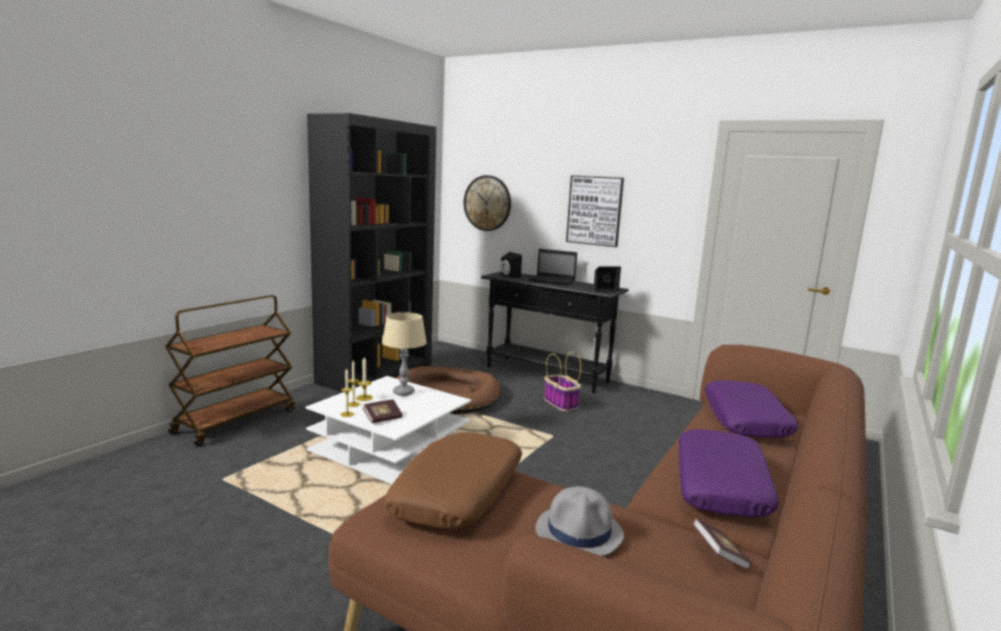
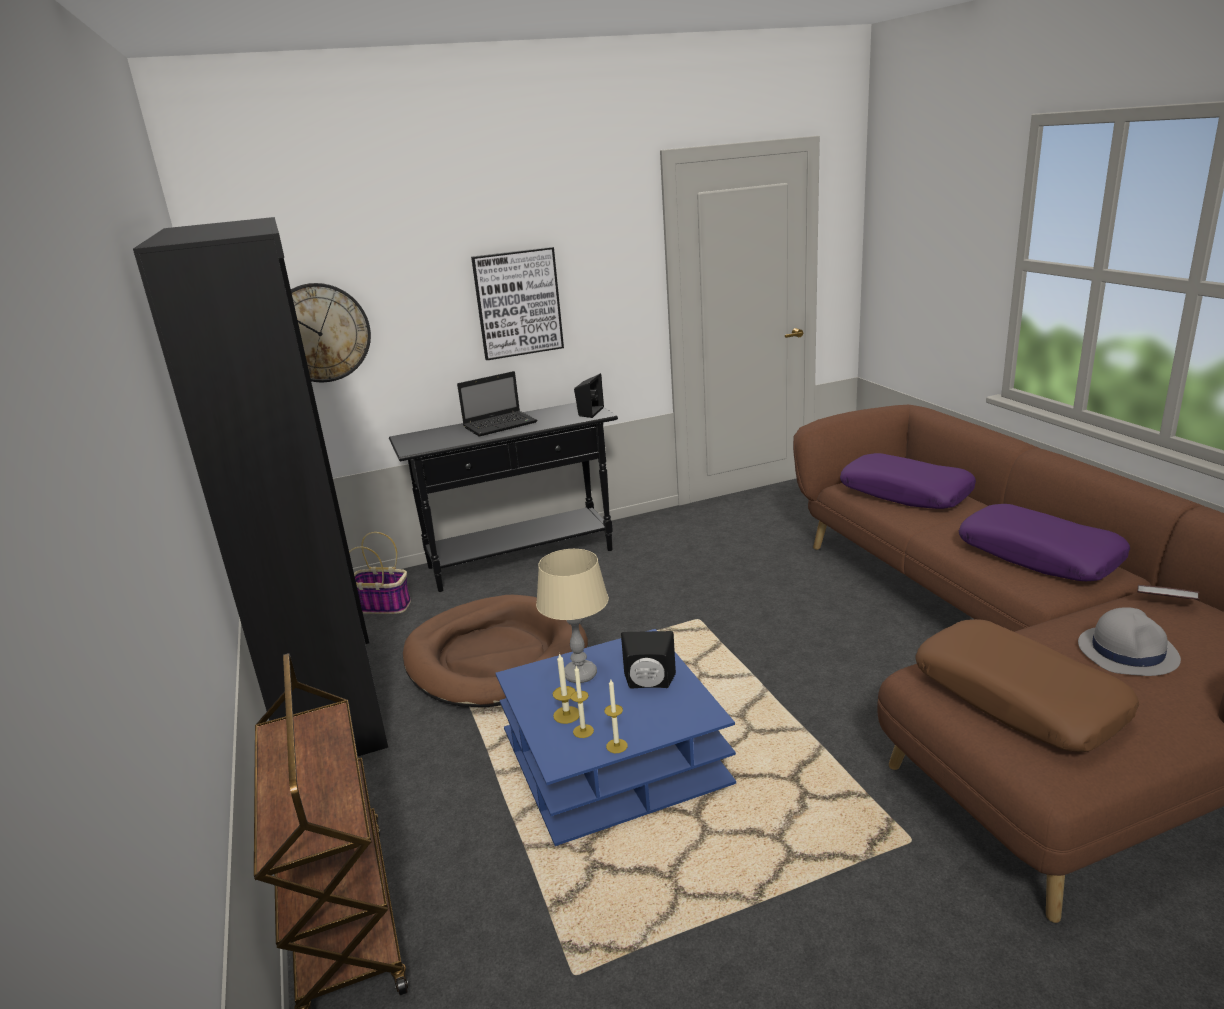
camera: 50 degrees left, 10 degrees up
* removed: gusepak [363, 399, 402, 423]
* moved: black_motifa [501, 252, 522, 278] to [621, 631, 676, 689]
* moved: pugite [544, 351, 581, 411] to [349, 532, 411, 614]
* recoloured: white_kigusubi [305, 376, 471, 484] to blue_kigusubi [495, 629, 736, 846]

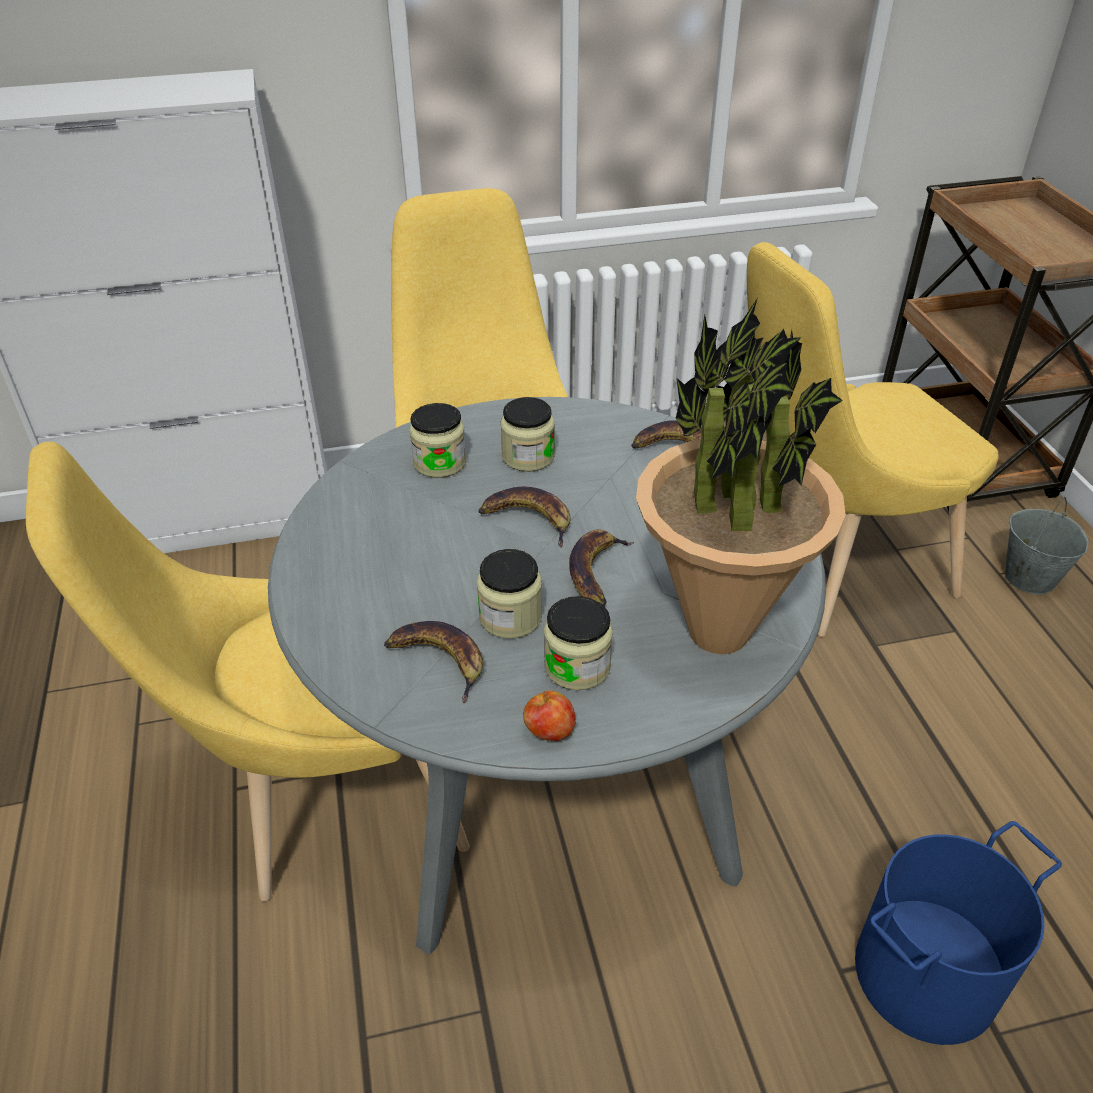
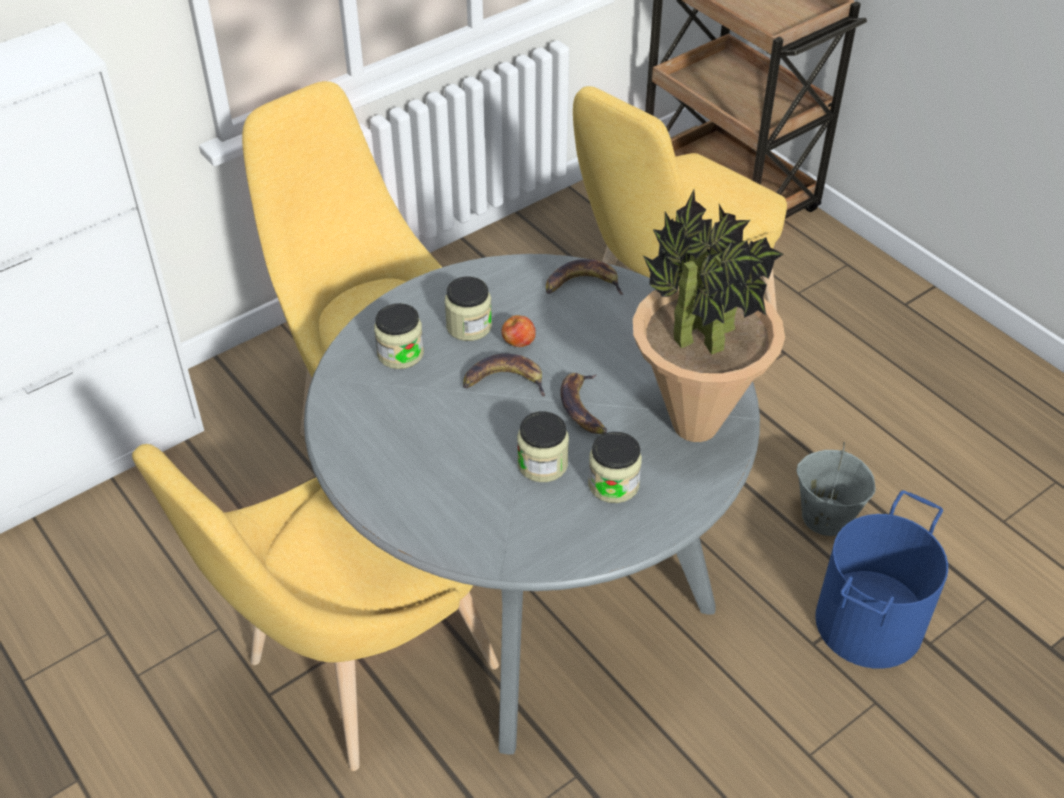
camera: 25 degrees left, 5 degrees up
* removed: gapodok [384, 621, 483, 703]
* moved: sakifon [523, 691, 576, 741] to [502, 315, 536, 347]
* moved: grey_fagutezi [1005, 497, 1089, 594] to [796, 442, 876, 536]

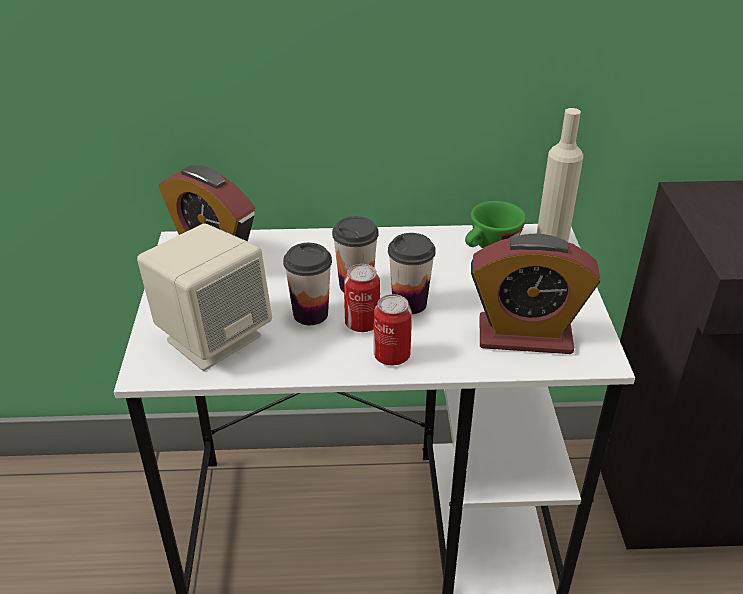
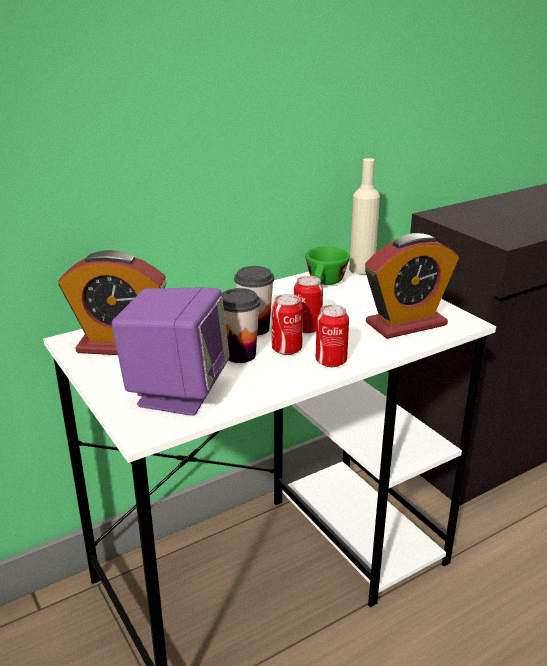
camera: 30 degrees left, 10 degrees down
* replaced: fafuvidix [388, 233, 436, 314] to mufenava [294, 276, 323, 333]
* recoloured: beige_motifa [137, 223, 272, 371] to purple_motifa [112, 288, 230, 416]

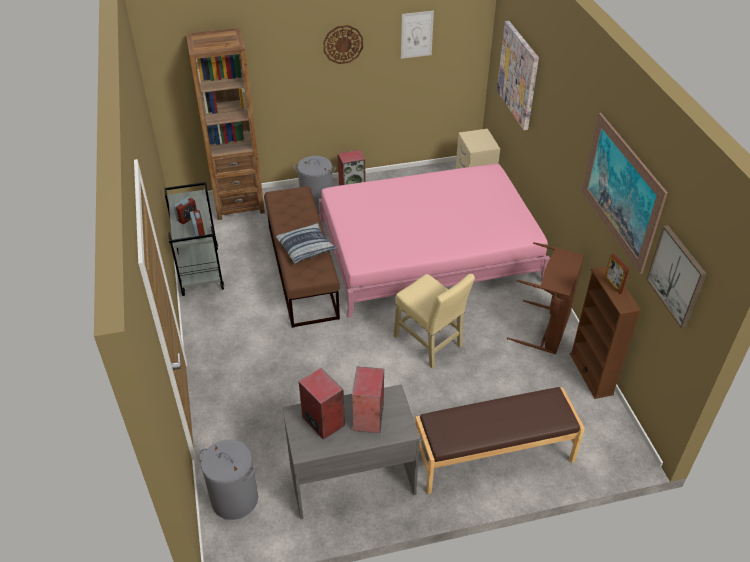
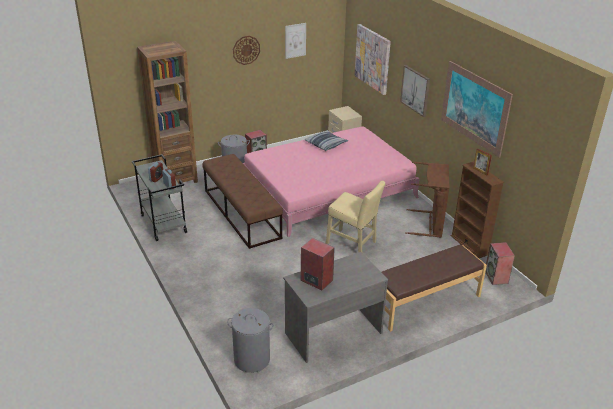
camera: 15 degrees left, 10 degrees down
* moved: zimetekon [276, 223, 337, 264] to [305, 130, 348, 151]
* moved: motifa [352, 366, 384, 433] to [485, 242, 515, 285]
* moved: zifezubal [646, 225, 707, 328] to [400, 65, 430, 117]

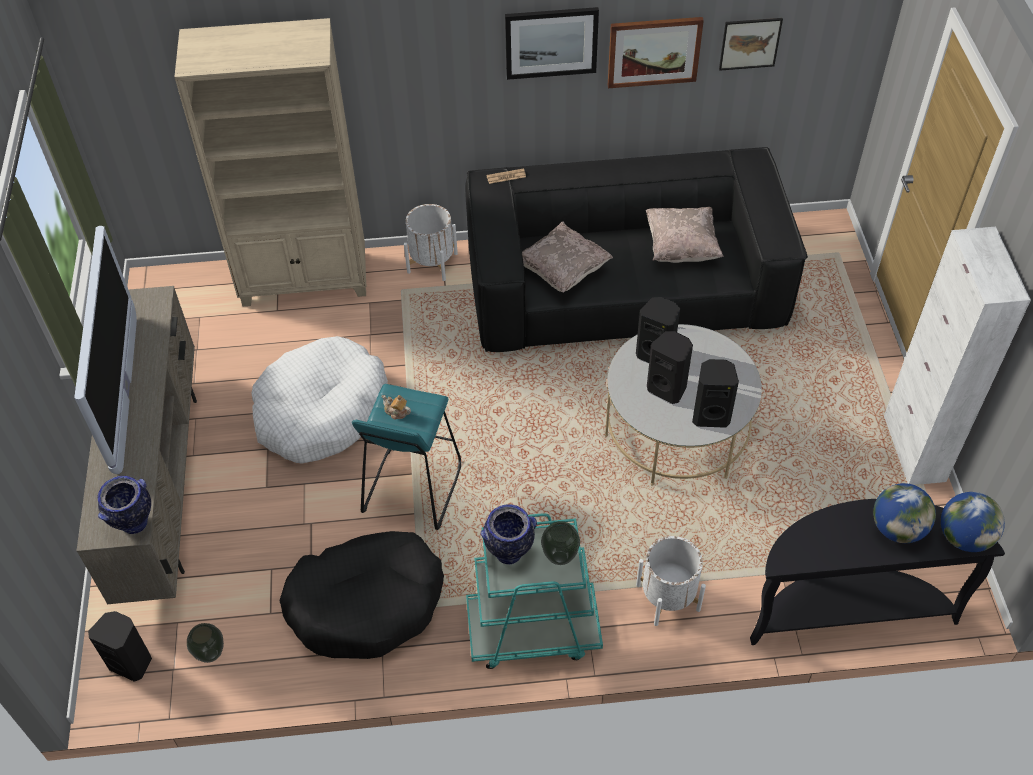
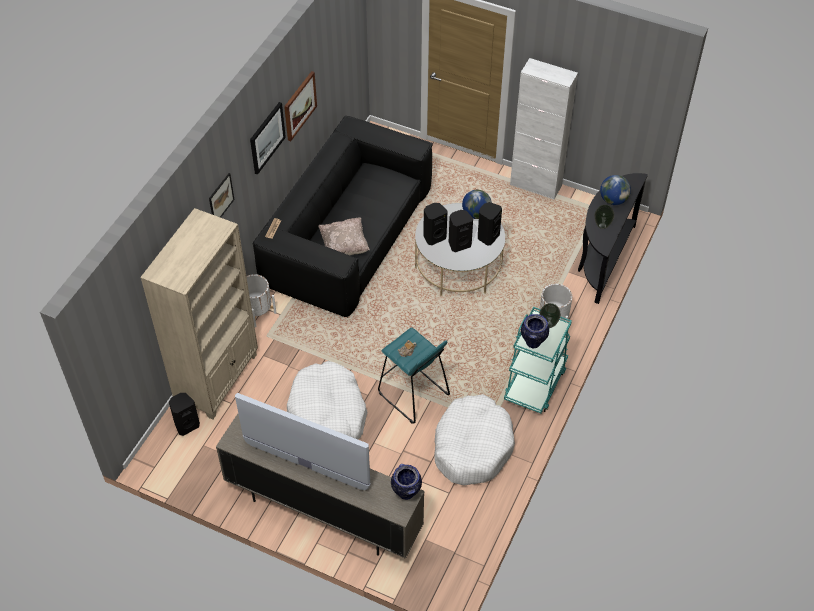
camera: 60 degrees left, 0 degrees up
* removed: beige_zimetekon [646, 207, 724, 263]
* moved: black_motifa [88, 611, 152, 682] to [169, 393, 200, 436]
* moved: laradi [187, 623, 224, 663] to [594, 205, 614, 229]
* moved: zifezubal [719, 18, 783, 71] to [209, 173, 235, 218]
* moved: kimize [941, 492, 1005, 552] to [462, 190, 492, 219]
* recoloured: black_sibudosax [280, 531, 444, 659] to white_sibudosax [434, 394, 515, 485]

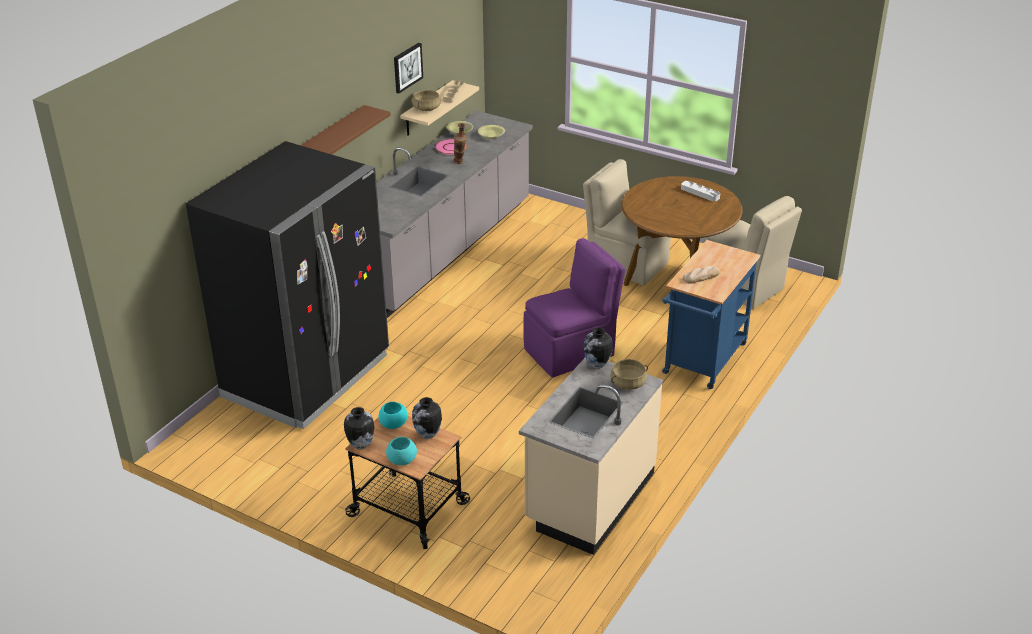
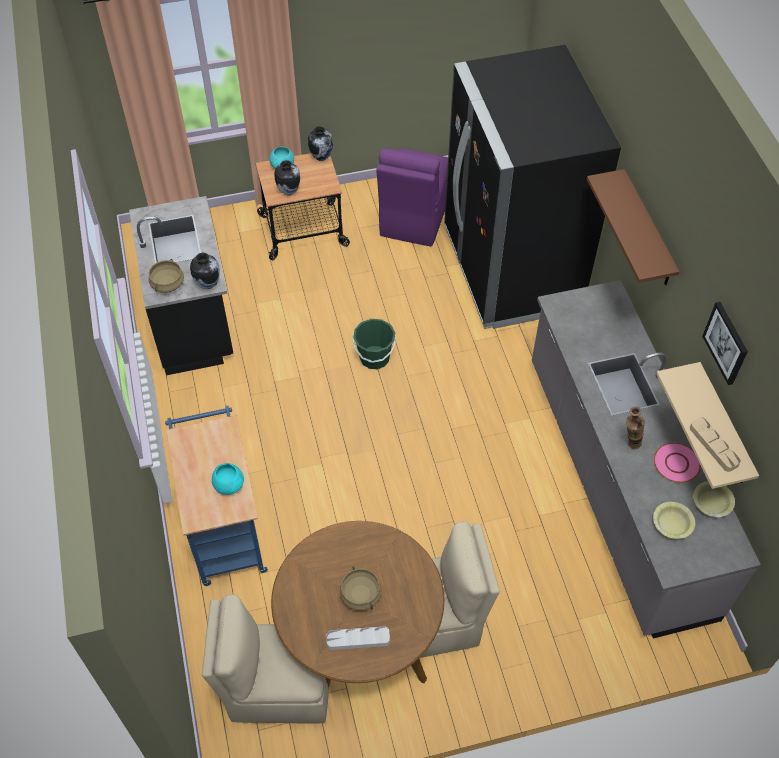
camera: 135 degrees right, 20 degrees up
* removed: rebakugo [683, 265, 720, 284]
* added: green_fagutezi [352, 319, 396, 369]
* moved: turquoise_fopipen [379, 402, 408, 429] to [212, 463, 244, 495]
* moved: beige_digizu [412, 90, 441, 111] to [340, 566, 382, 611]
* moved: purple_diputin [523, 238, 626, 377] to [376, 149, 448, 247]
* recoloured: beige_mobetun [519, 357, 663, 555] to black_mobetun [129, 196, 233, 375]

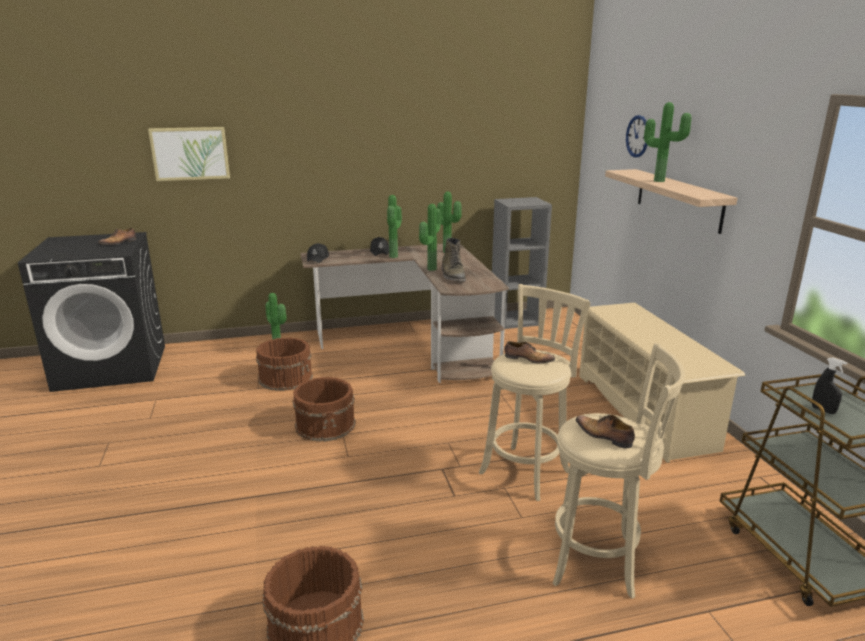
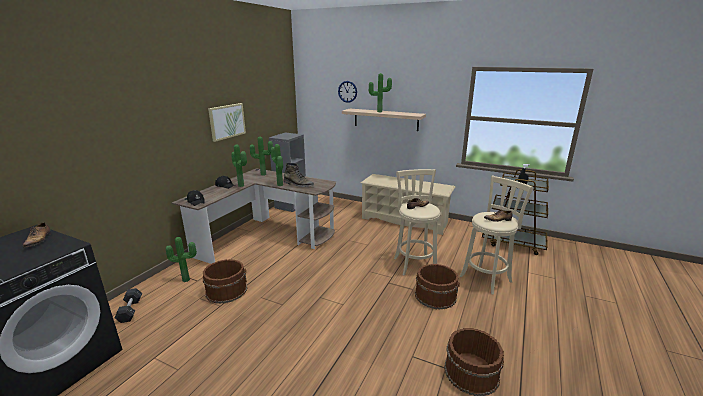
camera: 50 degrees left, 0 degrees up
* added: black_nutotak [114, 288, 142, 323]
* moved: zifezubal [148, 127, 230, 181] to [208, 103, 246, 142]
* moved: brown_fagutezi [292, 377, 356, 442] to [415, 264, 460, 309]

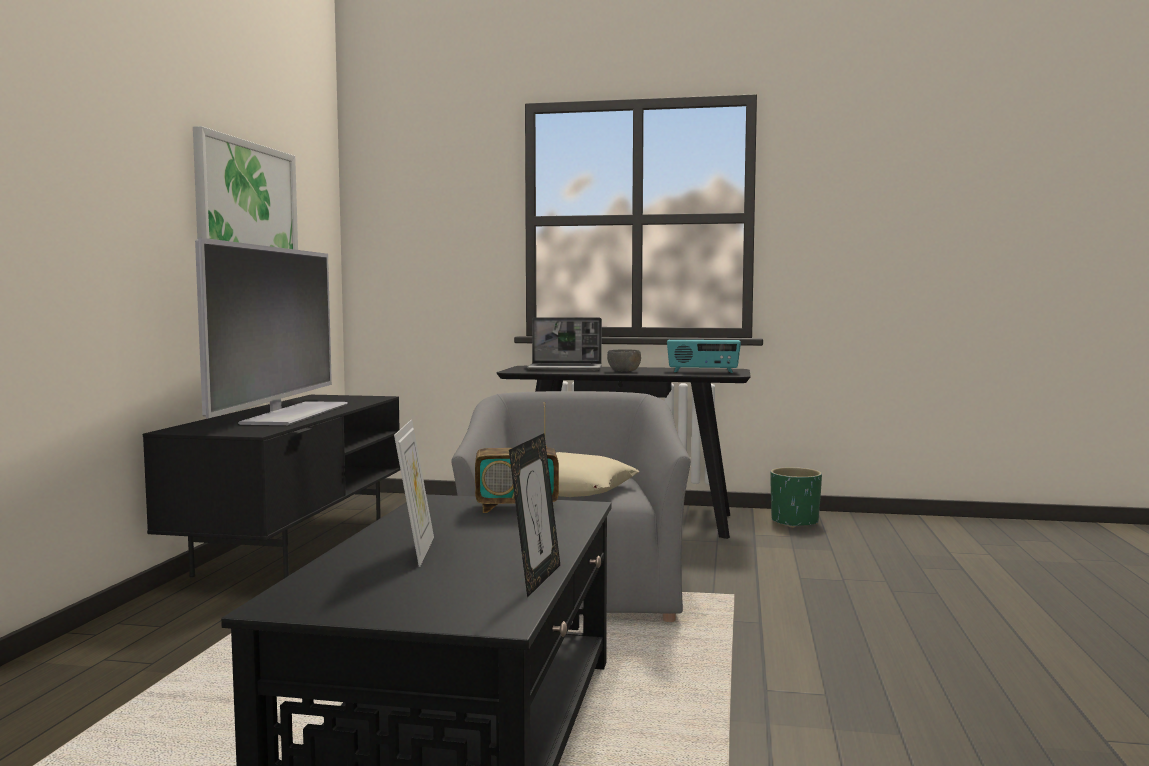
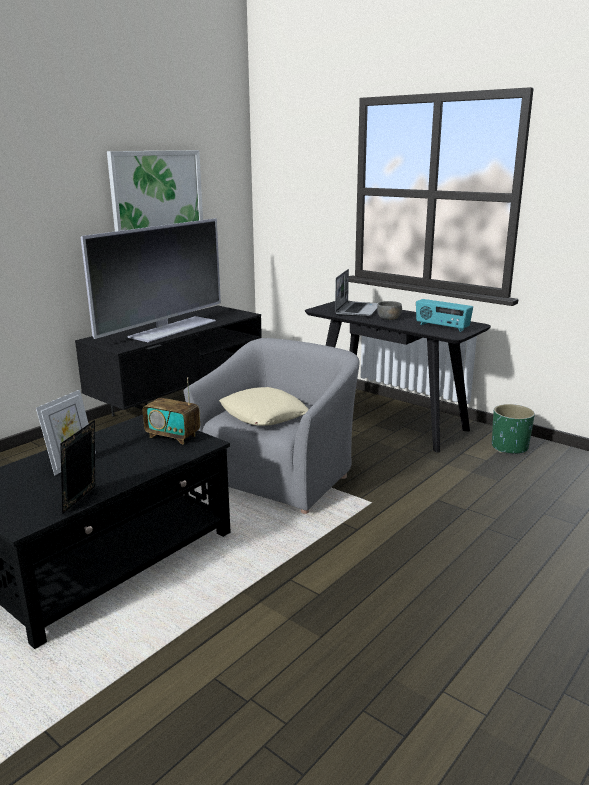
camera: 30 degrees right, 15 degrees up
* turned: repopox [509, 433, 560, 598] = [60, 420, 95, 514] 150 degrees clockwise
* turned: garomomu [527, 317, 602, 371] = [335, 269, 378, 317] 105 degrees counterclockwise

